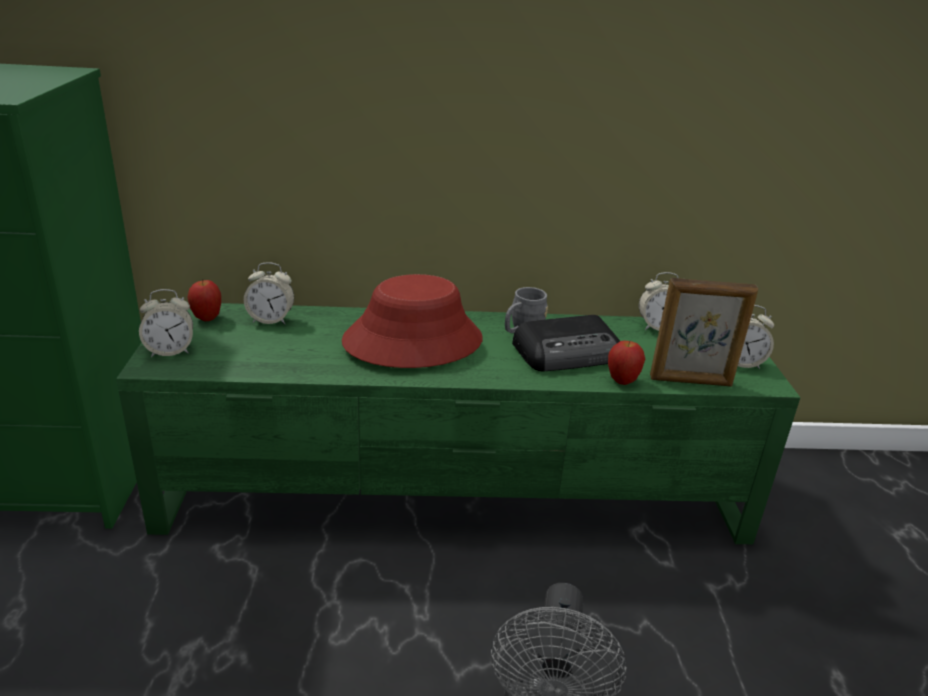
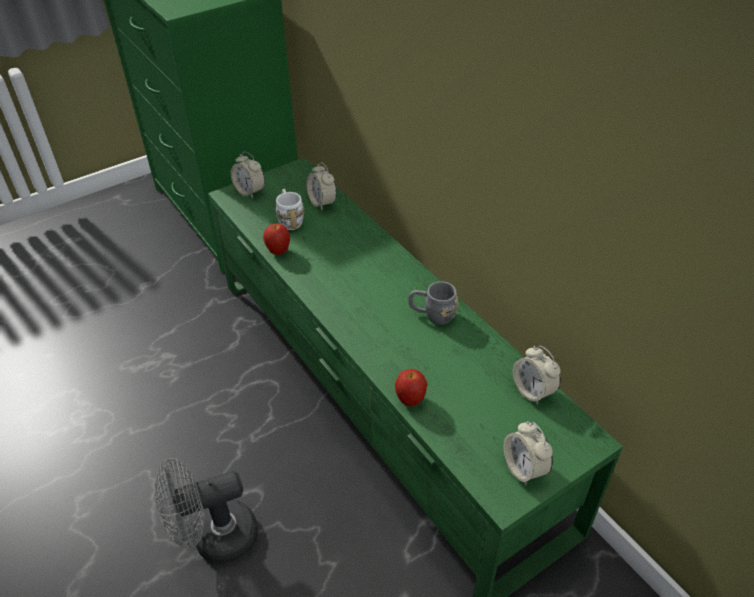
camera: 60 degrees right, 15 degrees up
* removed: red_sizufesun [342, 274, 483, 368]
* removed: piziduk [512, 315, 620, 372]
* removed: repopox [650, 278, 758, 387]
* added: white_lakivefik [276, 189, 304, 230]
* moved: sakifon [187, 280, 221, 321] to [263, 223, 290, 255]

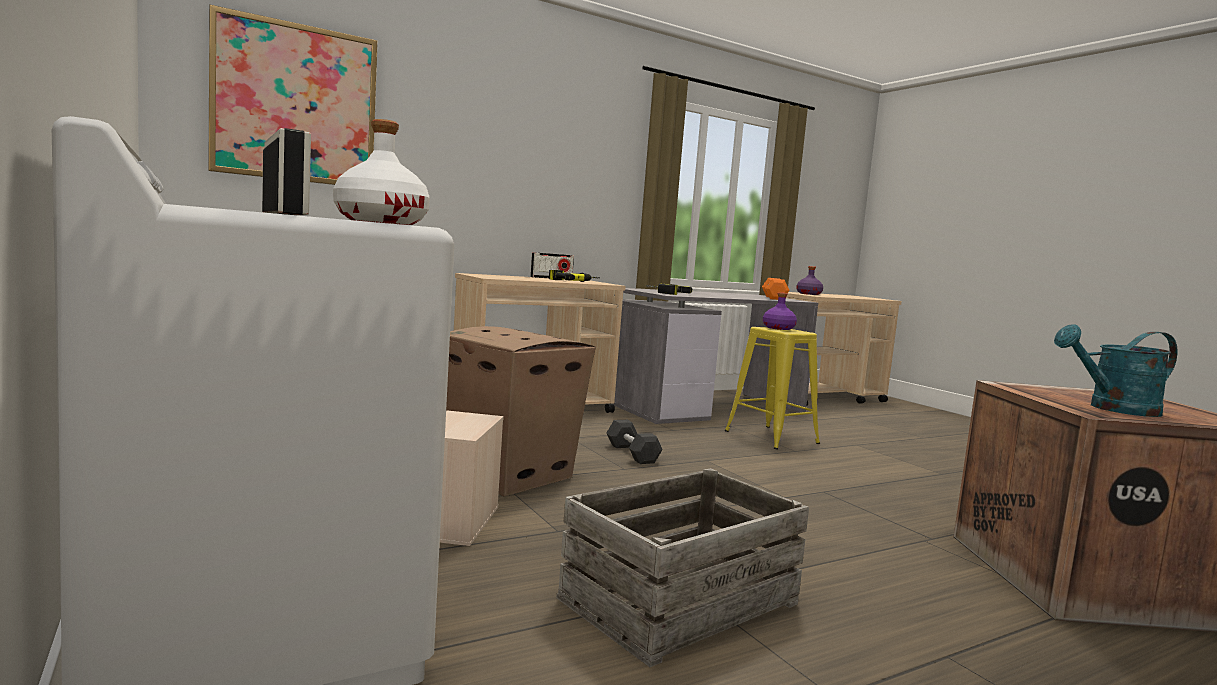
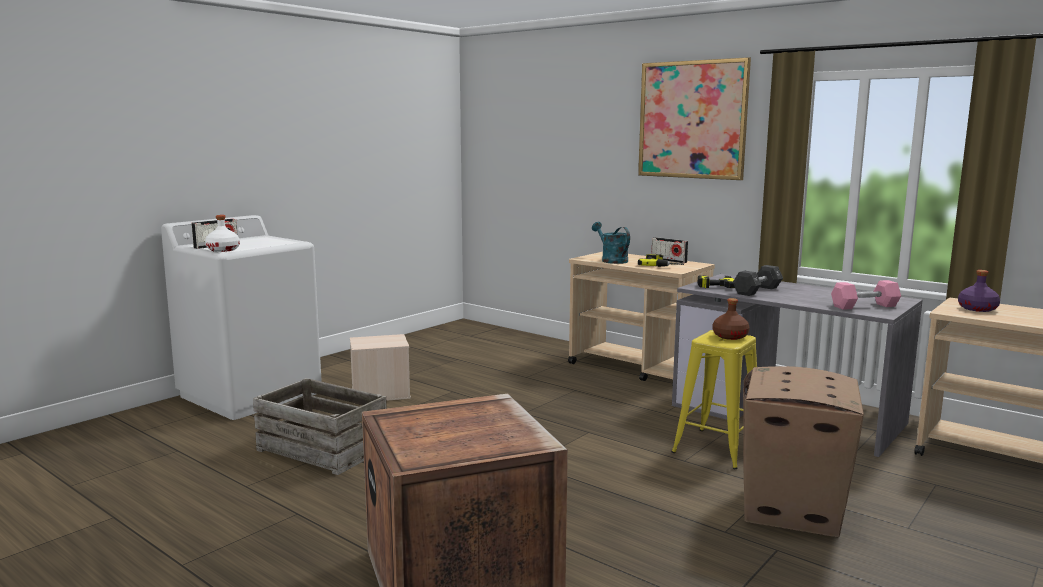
camera: 70 degrees right, 5 degrees up
* moved: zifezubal [208, 5, 378, 185] to [638, 57, 751, 180]
* moved: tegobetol [446, 326, 596, 496] to [743, 366, 864, 538]
* moved: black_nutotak [606, 420, 663, 464] to [733, 265, 783, 296]
* moved: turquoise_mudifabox [1054, 324, 1177, 417] to [592, 222, 630, 264]
* recoloured: orange_nutotak [762, 278, 790, 300] to pink_nutotak [831, 280, 901, 310]
* recoloured: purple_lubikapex [763, 292, 797, 330] to brown_lubikapex [713, 298, 750, 340]

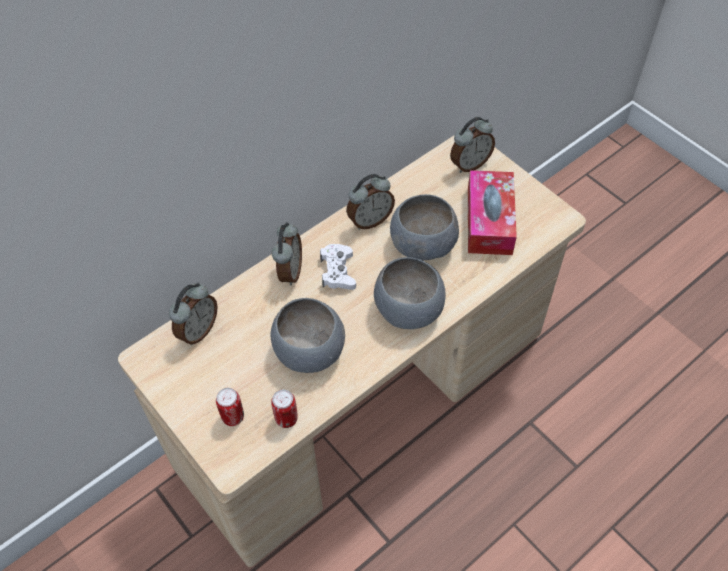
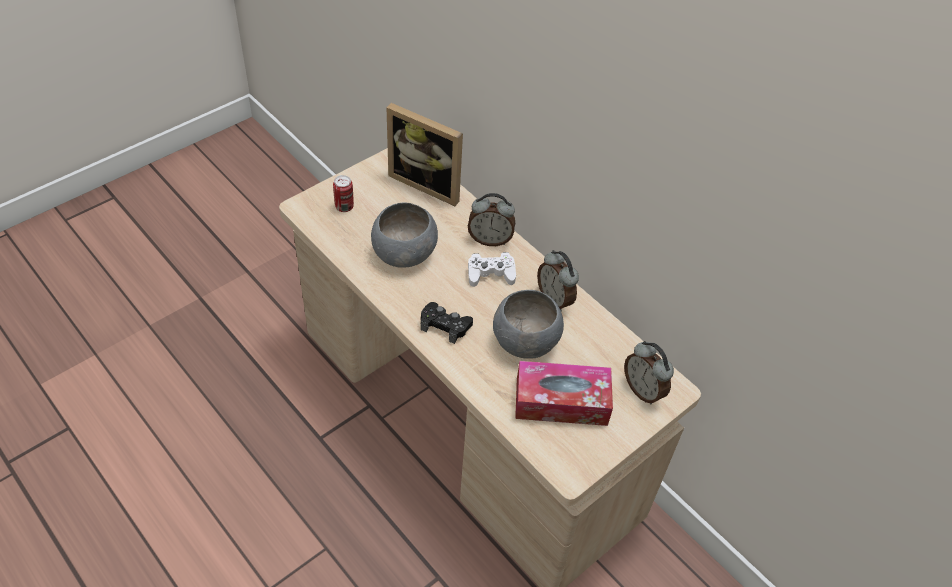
camera: 85 degrees right, 5 degrees down
* removed: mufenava [271, 390, 298, 428]
* replaced: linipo [169, 283, 218, 345] to repopox [386, 103, 463, 206]
* replaced: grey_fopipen [374, 257, 446, 329] to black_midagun [421, 302, 473, 344]

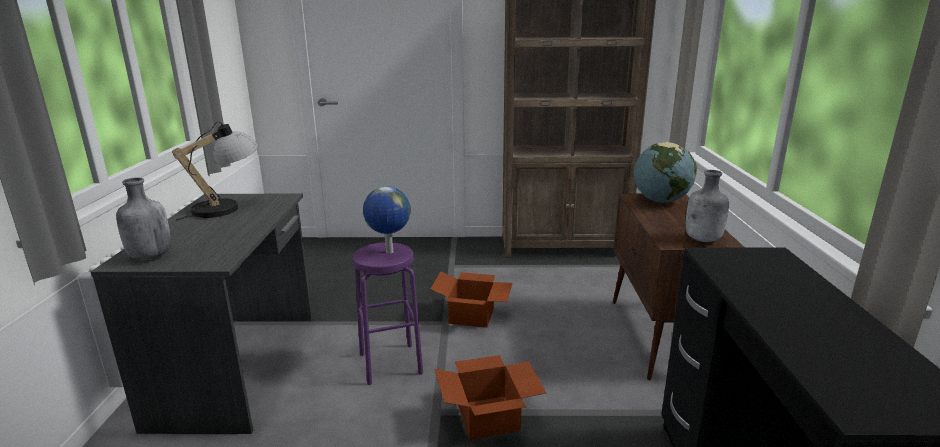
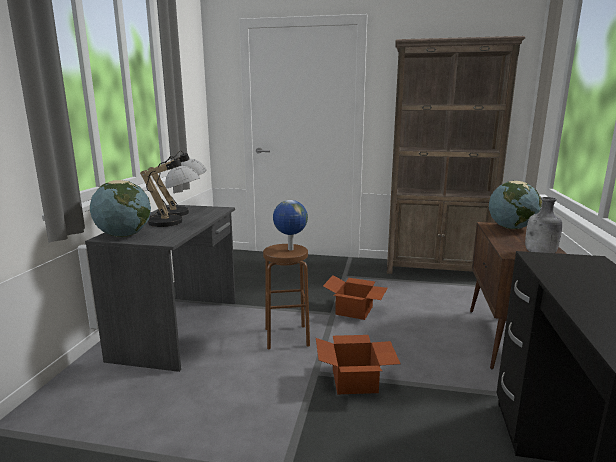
camera: 10 degrees right, 5 degrees down
* added: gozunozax [140, 156, 200, 227]
* replaced: grey_lubikapex [116, 177, 171, 260] to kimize [90, 180, 151, 237]
* recoloured: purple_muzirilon [352, 242, 423, 385] to brown_muzirilon [263, 244, 310, 349]

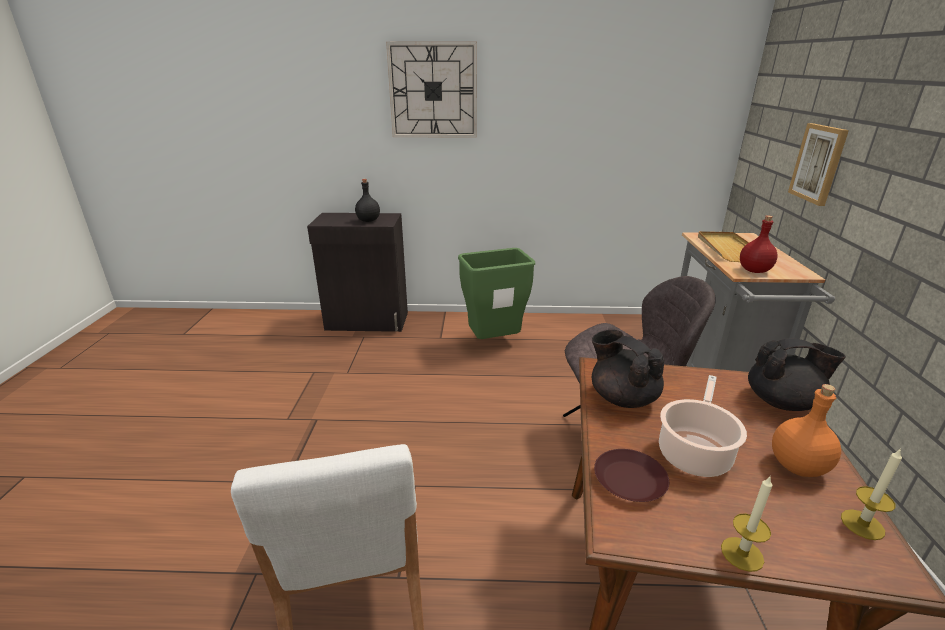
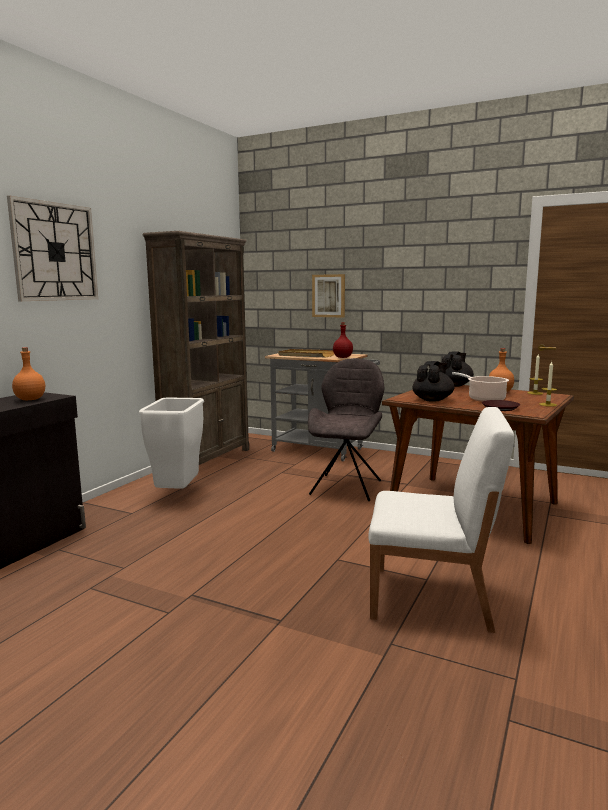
camera: 65 degrees left, 15 degrees down
* added: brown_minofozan [143, 231, 249, 465]
* recoloured: black_lubikapex [355, 179, 380, 222] to orange_lubikapex [12, 347, 45, 400]
* recoloured: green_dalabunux [458, 248, 535, 339] to white_dalabunux [139, 397, 204, 489]
* turned: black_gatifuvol [592, 330, 665, 408] = [412, 361, 454, 402] 135 degrees clockwise

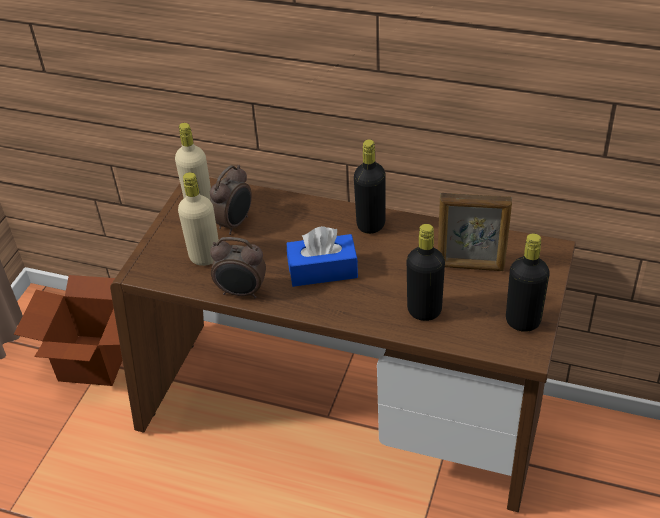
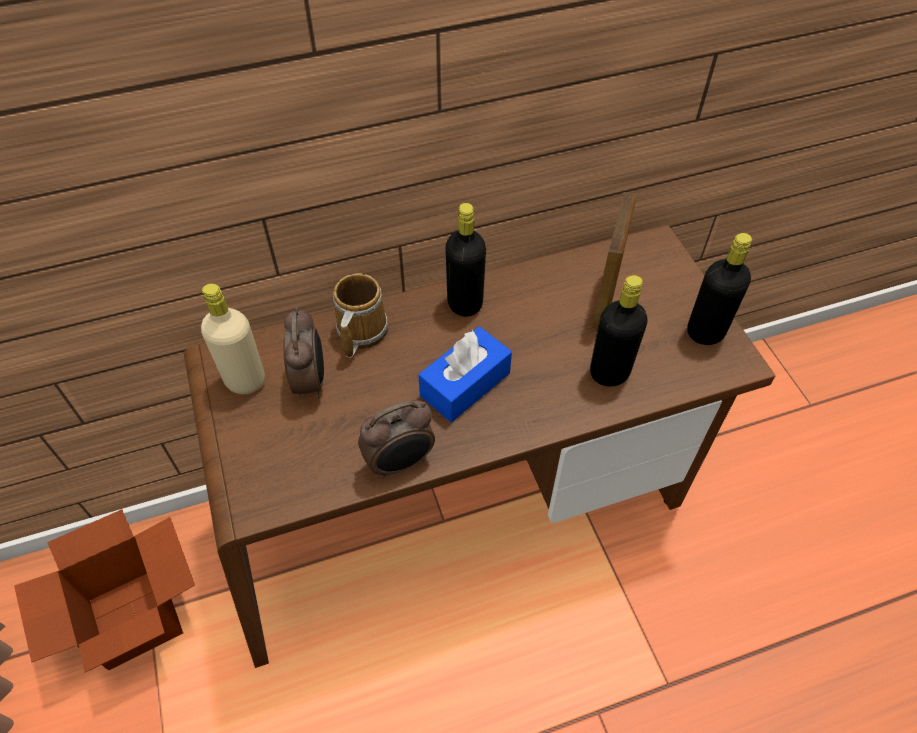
camera: 40 degrees left, 10 degrees up
* removed: beige_lubikapex [178, 172, 219, 266]
* added: lakivefik [333, 273, 388, 358]
* turned: repopox [438, 193, 512, 271] = [592, 192, 636, 329] 45 degrees counterclockwise

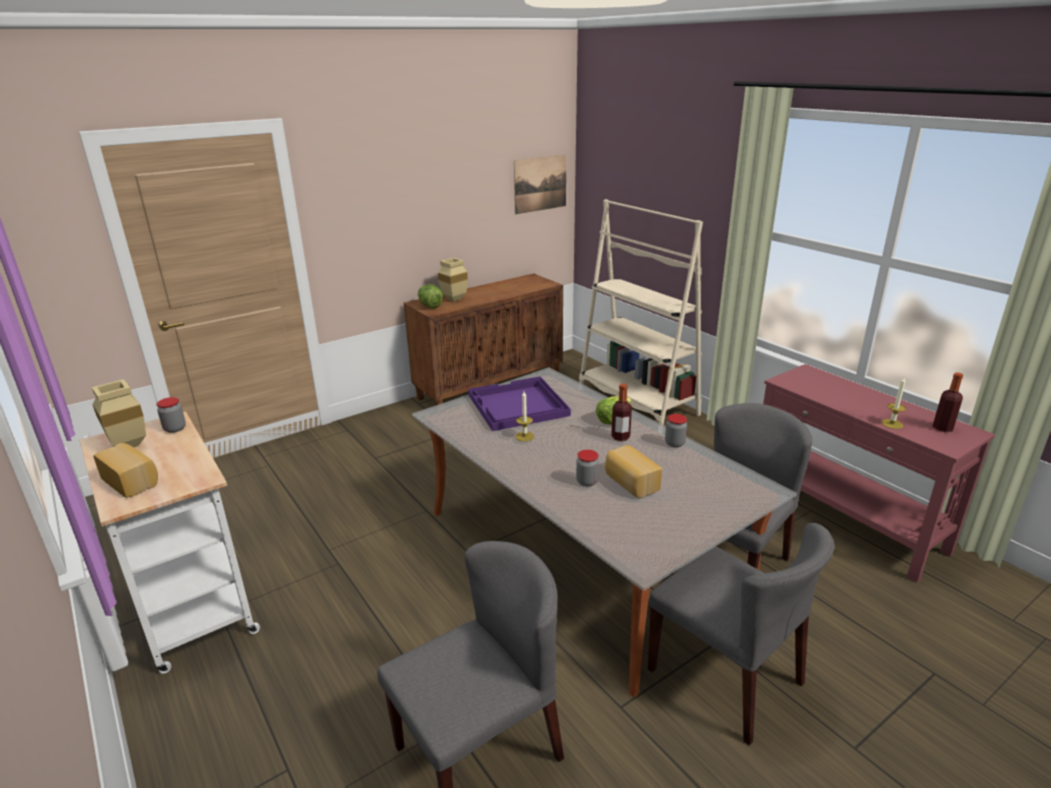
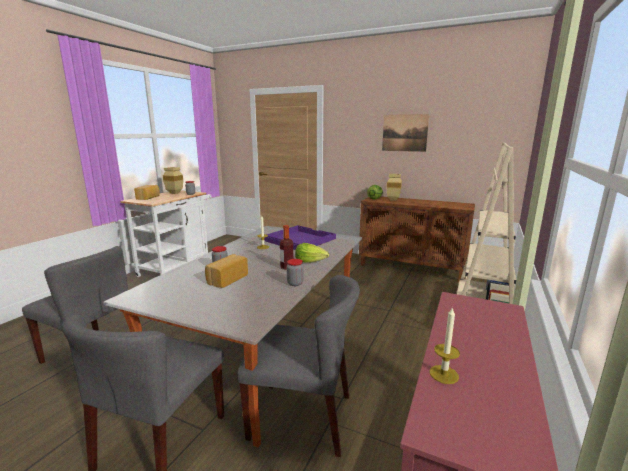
camera: 60 degrees right, 10 degrees down
* removed: lubikapex [933, 372, 963, 432]
* moved: zifezubal [514, 154, 566, 214] to [382, 114, 429, 152]

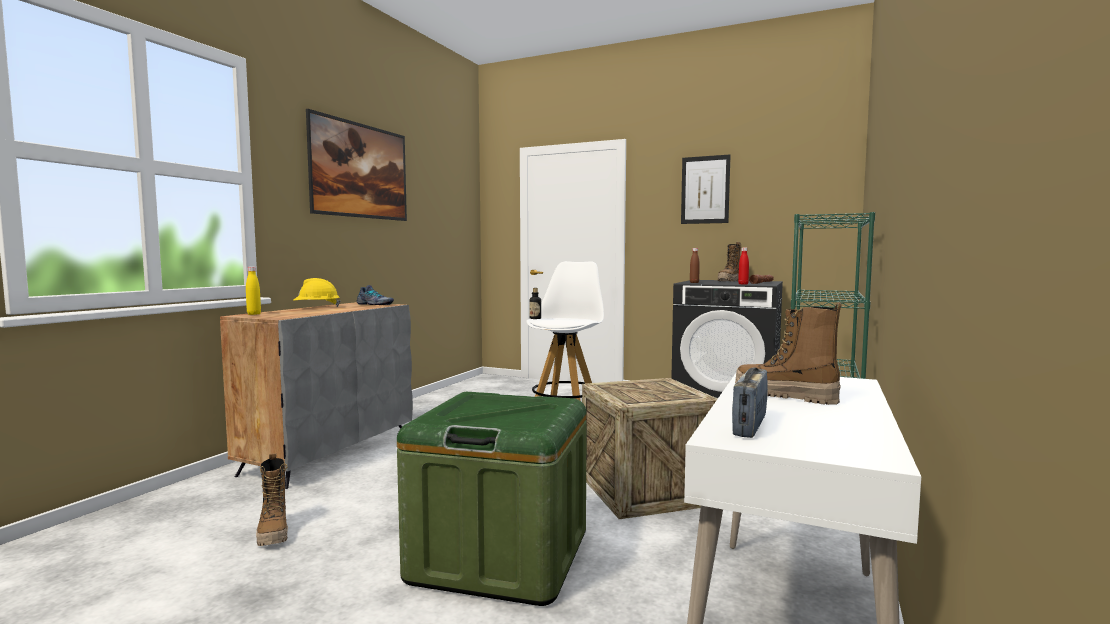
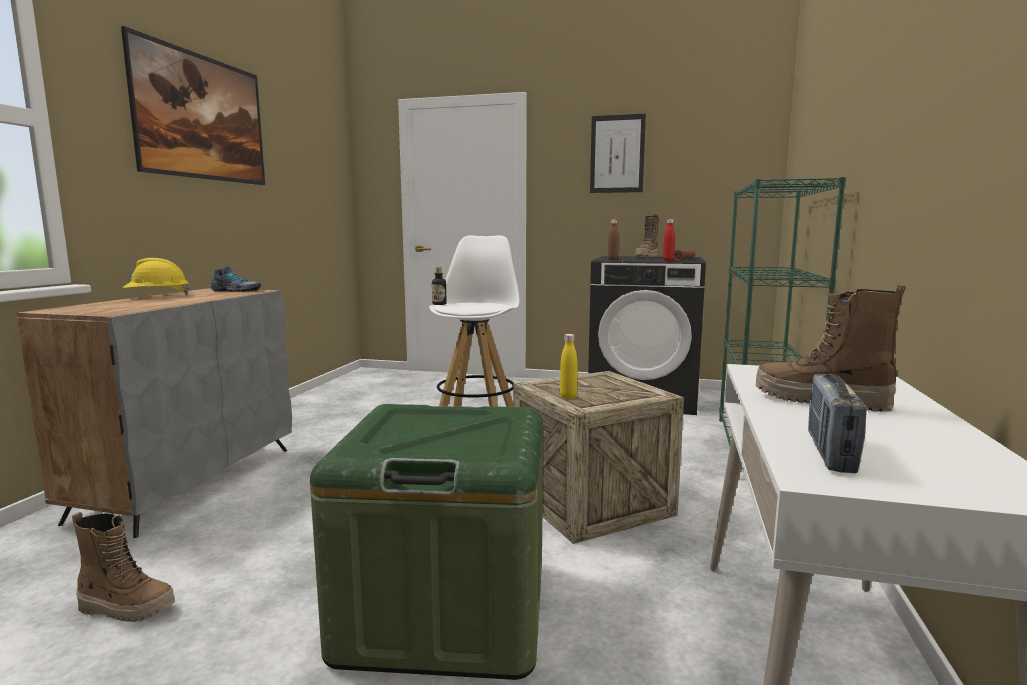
camera: 10 degrees left, 5 degrees up
* moved: yellow_lubikapex [246, 267, 261, 315] to [560, 334, 578, 399]
* turned: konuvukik [256, 453, 288, 546] = [72, 512, 175, 622] 45 degrees counterclockwise

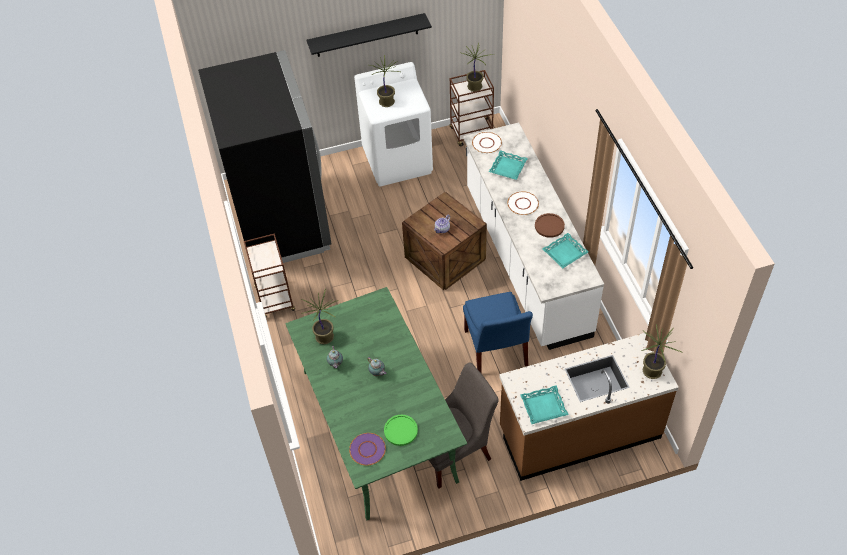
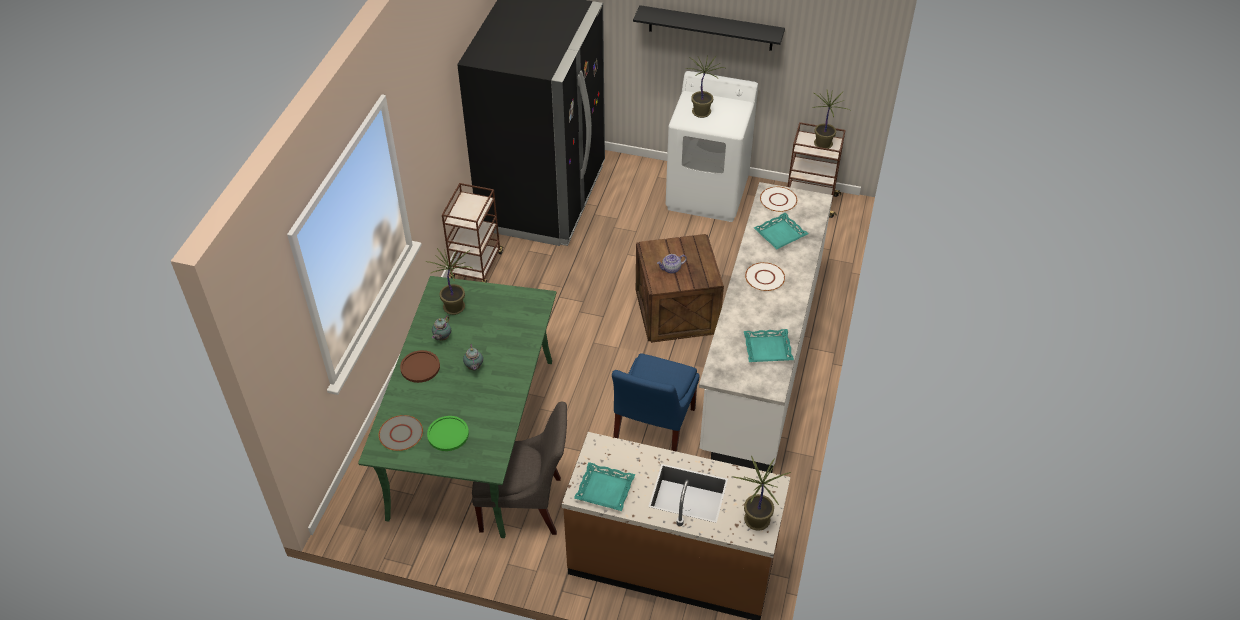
camera: 30 degrees right, 5 degrees down
* moved: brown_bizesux [535, 213, 565, 238] to [400, 350, 440, 383]
* recoloured: purple_bizesux [349, 433, 386, 466] to grey_bizesux [379, 415, 423, 451]

